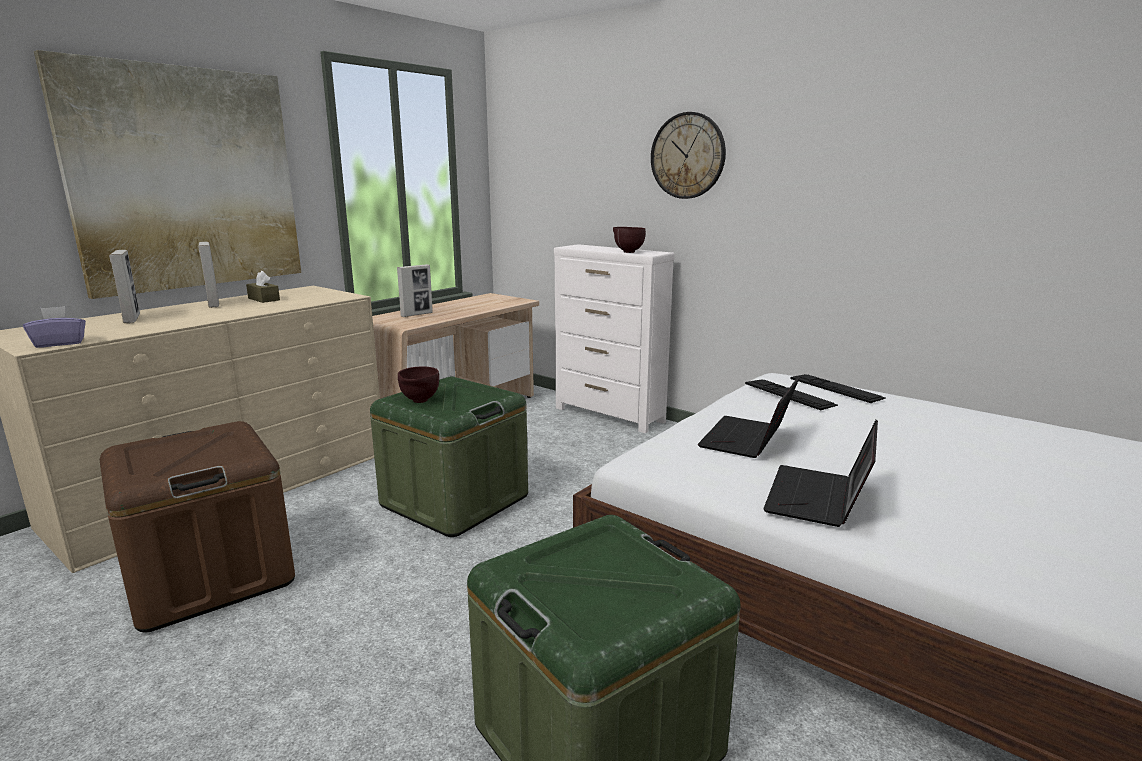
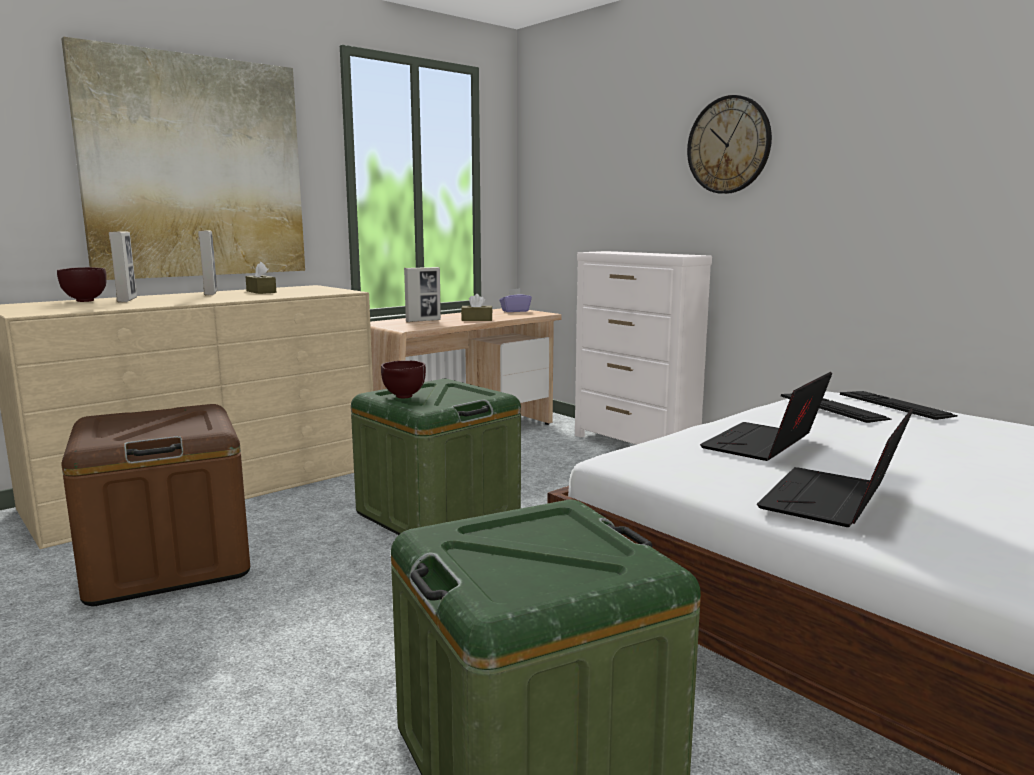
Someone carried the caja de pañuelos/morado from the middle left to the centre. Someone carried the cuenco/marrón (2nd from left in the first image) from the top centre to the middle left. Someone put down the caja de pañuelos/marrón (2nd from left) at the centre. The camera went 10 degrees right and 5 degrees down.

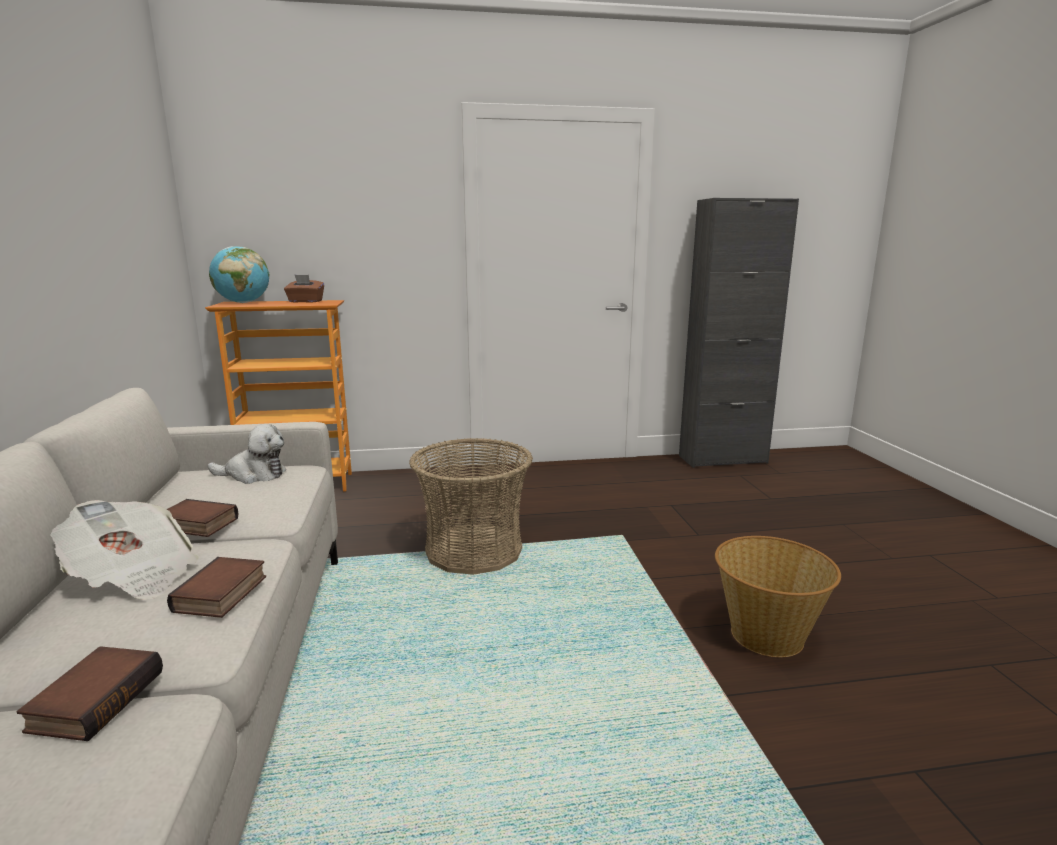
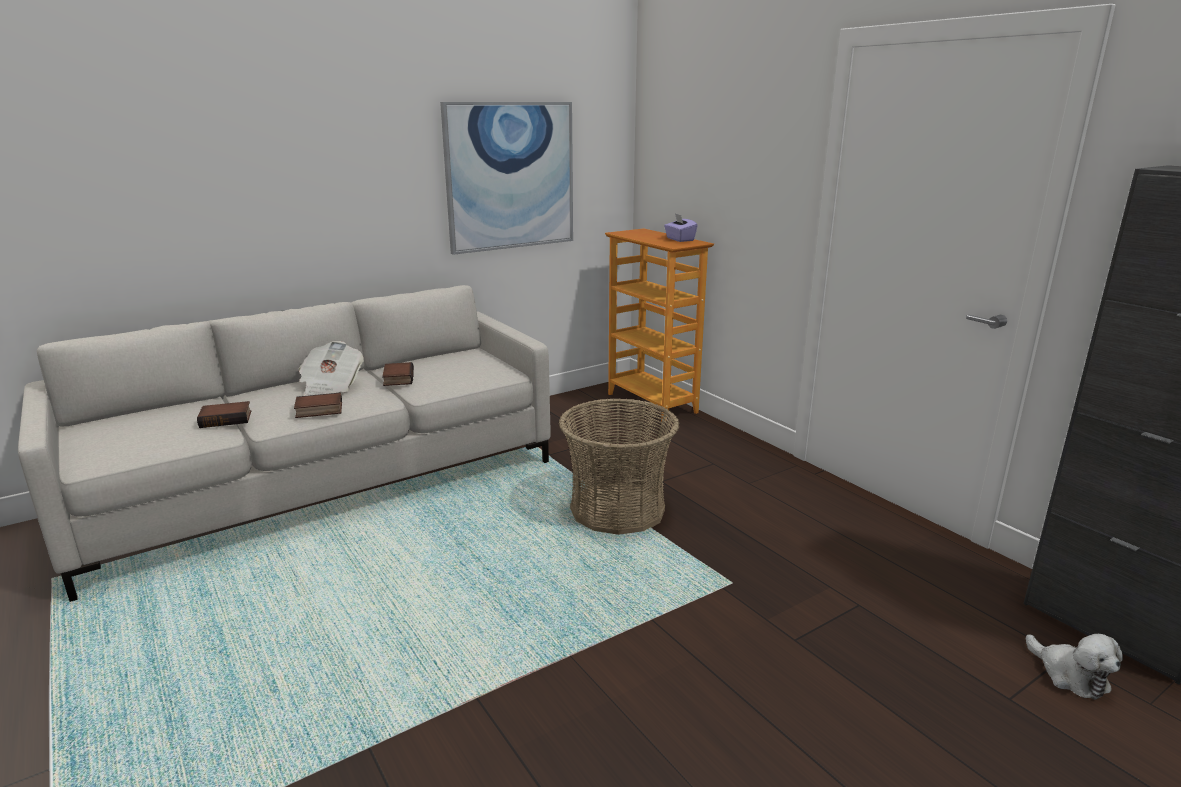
Someone carried the peluche from the middle left to the bottom right. Someone took away the globo terráqueo at the top left. Someone repainted the caja de pañuelos/marrón at the middle left, which became the caja de pañuelos/morado at the top centre. Someone took away the cesta (2nd from left) at the bottom right. Someone put up the cuadro at the top centre. The camera went 65 degrees right and 5 degrees up.

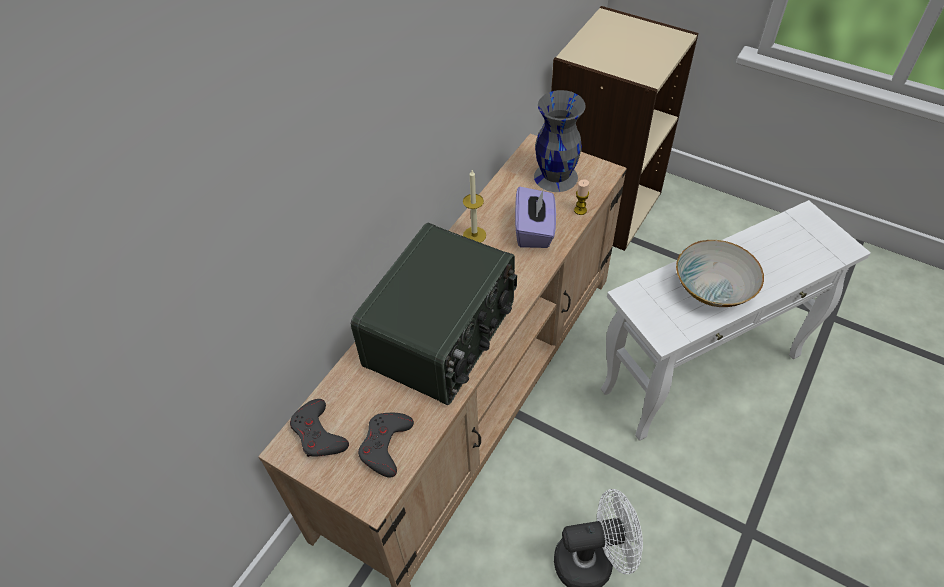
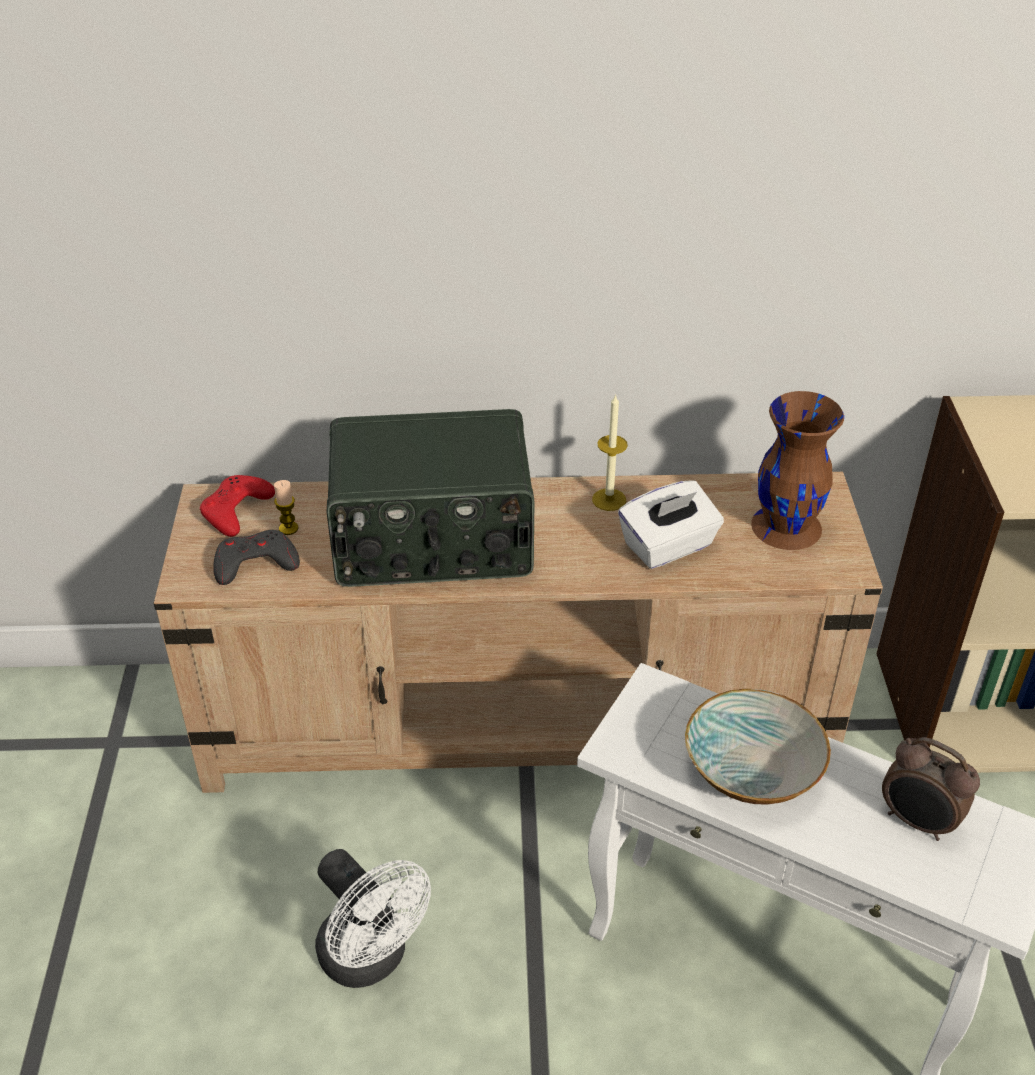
Someone repainted the mando de consola/gris (1st from left) at the bottom centre, which became the mando de consola/rojo at the middle left. Someone repainted the caja de pañuelos/morado at the centre, which became the caja de pañuelos/blanco at the centre. Someone repainted the florero/gris at the top centre, which became the florero/marrón at the middle right. Someone carried the vela (2nd from left in the first image) from the centre to the middle left. Someone put down the despertador at the bottom right. The camera went 55 degrees right and 10 degrees down.

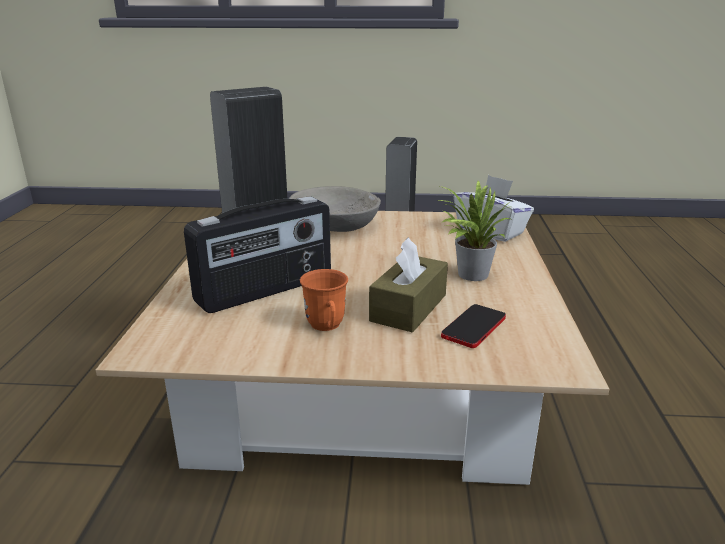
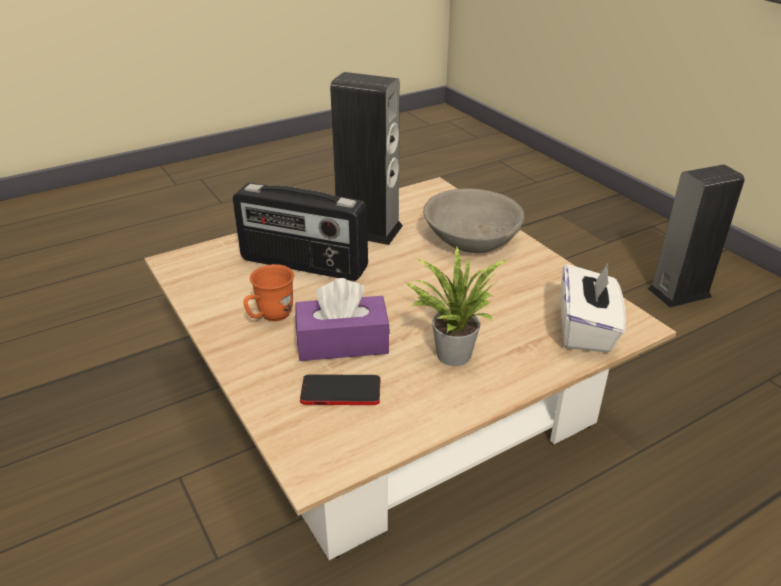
Someone repainted the caja de pañuelos/marrón at the centre, which became the caja de pañuelos/morado at the centre. The camera went 55 degrees right and 10 degrees up.

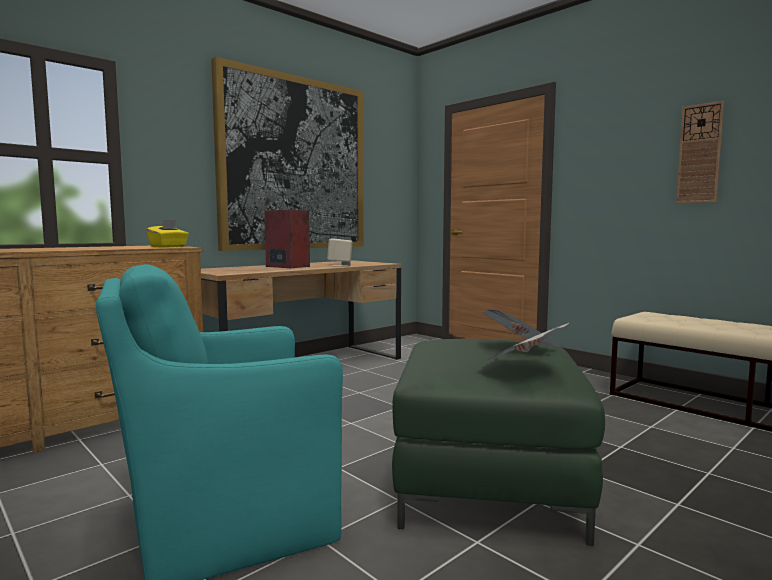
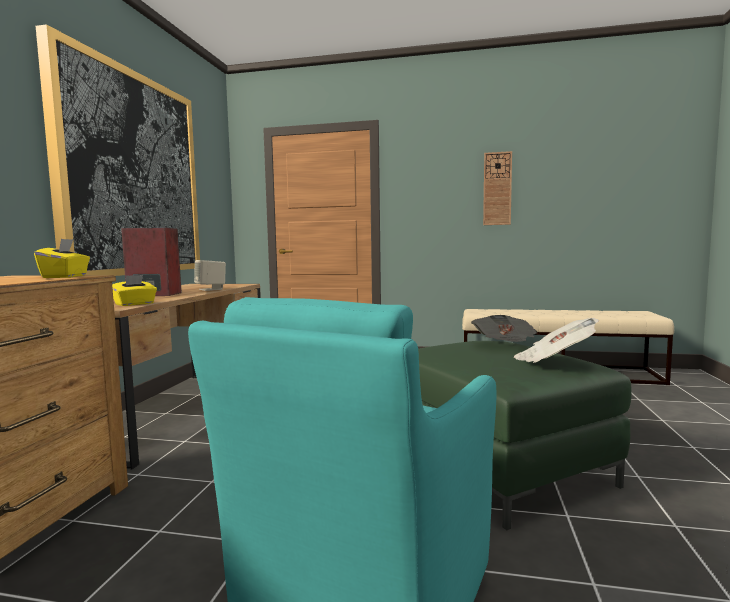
Someone put down the caja de pañuelos/amarillo (2nd from left) at the middle left. The camera went 35 degrees left and 0 degrees up.

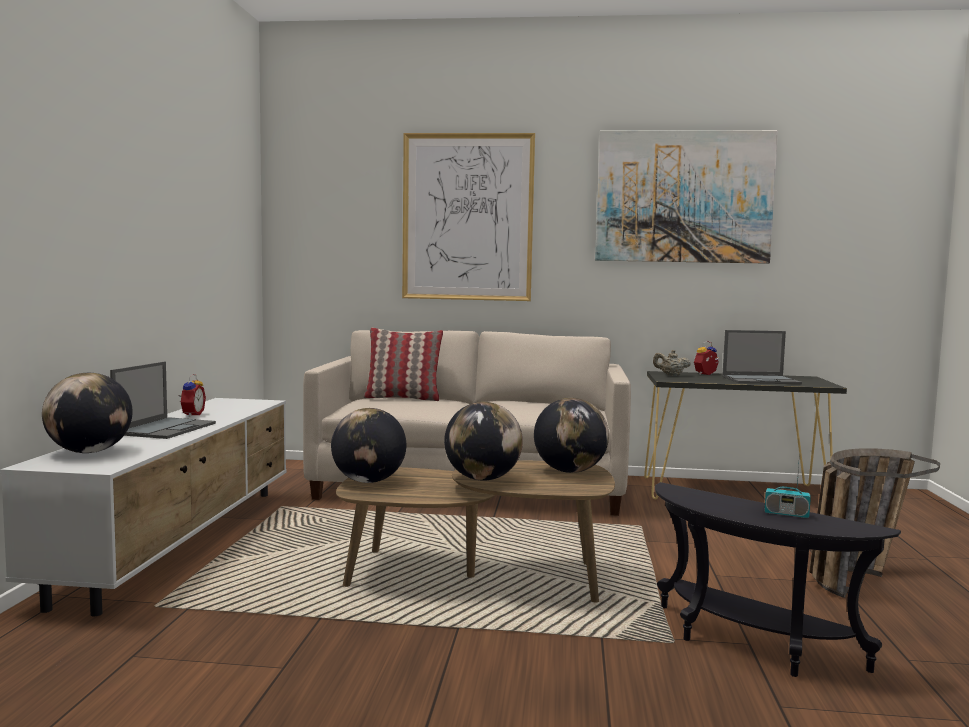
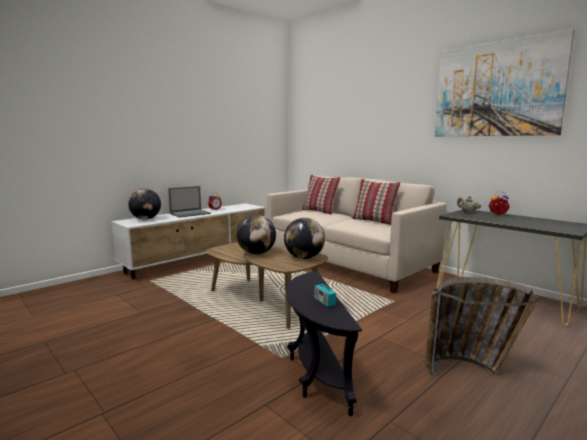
Someone took away the globo terráqueo (2nd from left) at the centre. Someone took away the cuadro (1st from left) at the top centre. Someone took away the portátil (2nd from left) at the middle right. Someone put down the cojín (2nd from left) at the centre. The camera went 40 degrees right and 5 degrees up.

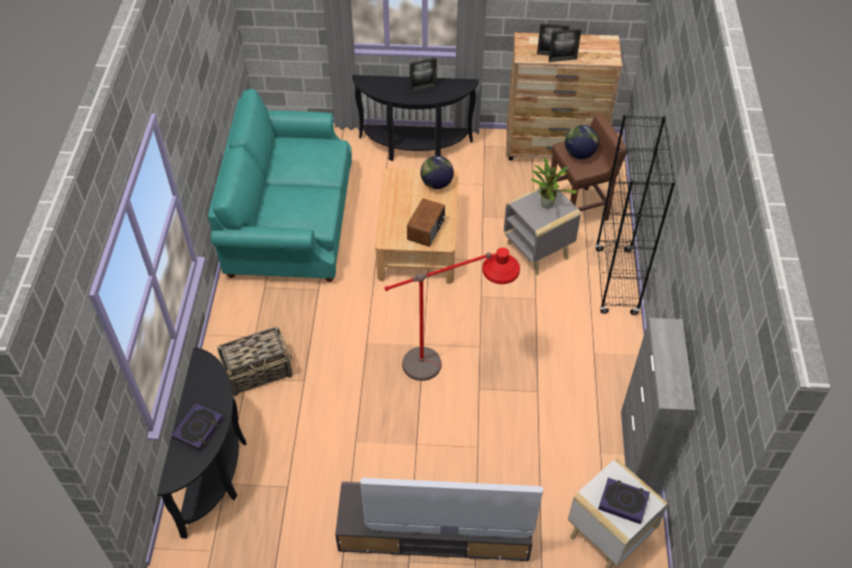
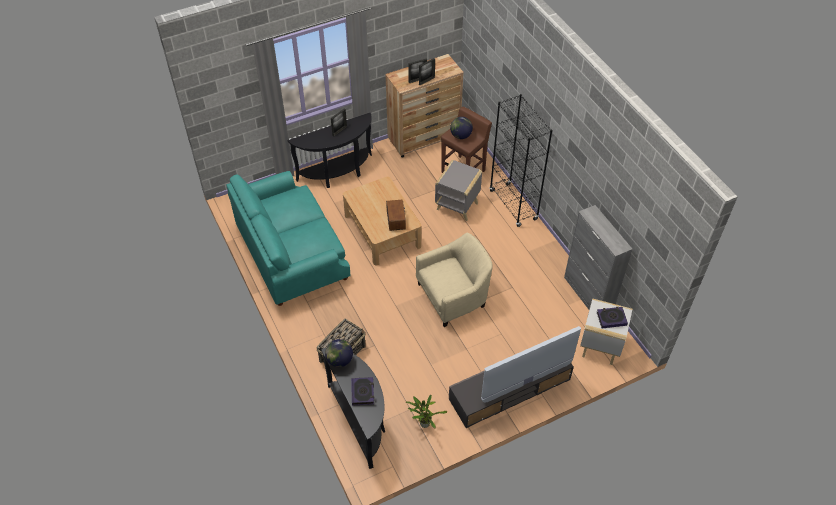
Someone swapped the lámpara de pie/rojo at the centre for the sillón/beis at the centre. Someone carried the globo terráqueo (1st from left) from the top centre to the bottom centre. Someone carried the planta en maceta from the top centre to the bottom centre. The camera went 30 degrees left and 0 degrees up.

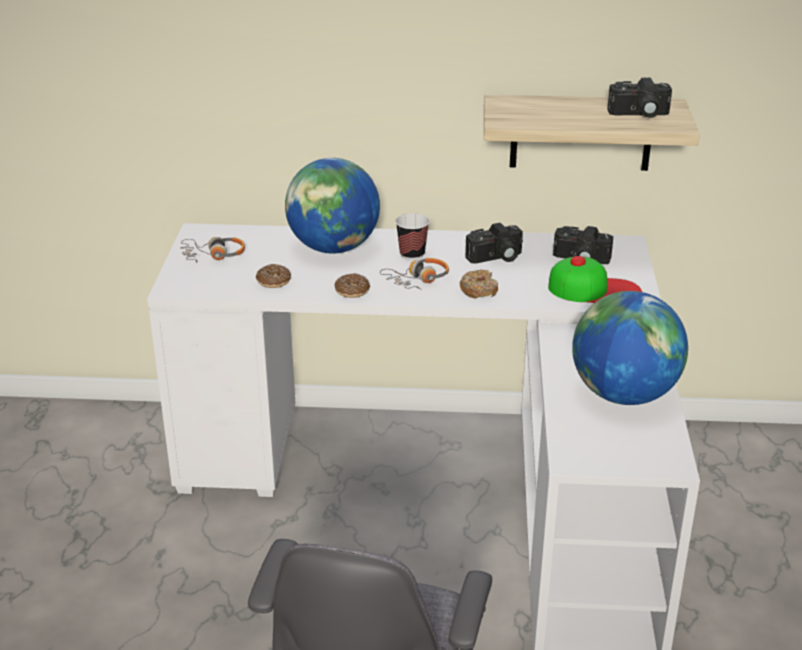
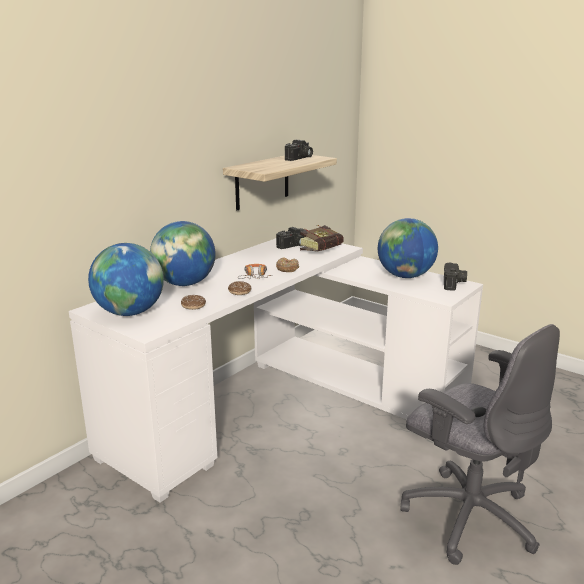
Someone swapped the auriculares (1st from left) at the middle left for the globo terráqueo (1st from left) at the middle left. Someone took away the taza at the centre. Someone carried the cámara (1st from left in the first image) from the centre to the middle right. Someone swapped the gorra at the middle right for the libro at the centre. The camera went 55 degrees left and 10 degrees down.

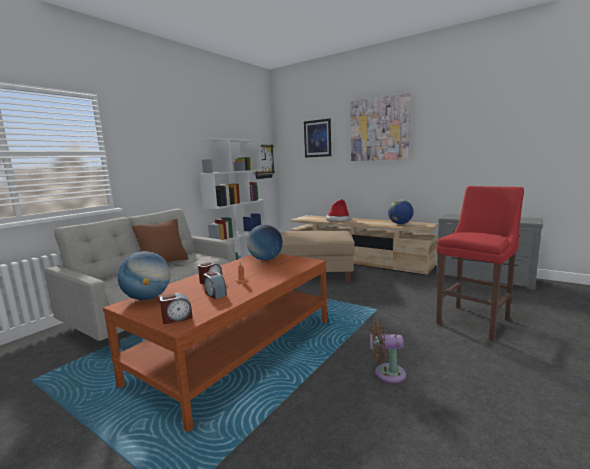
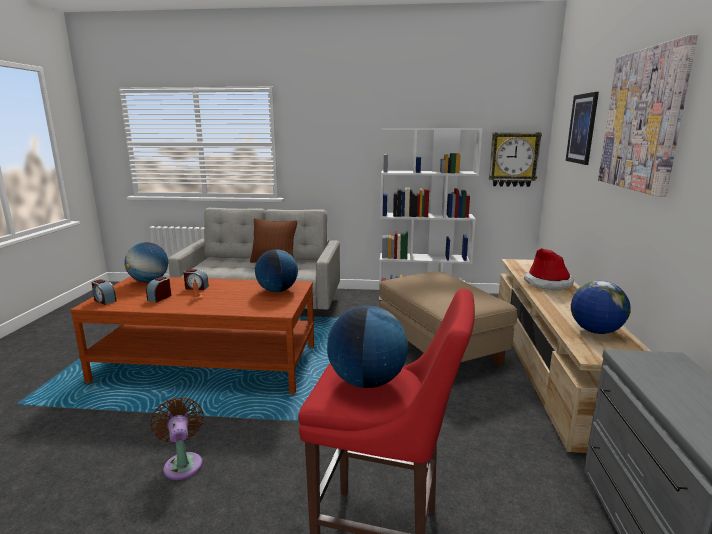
Someone put down the globo terráqueo (3rd from left) at the centre. The camera went 60 degrees right and 5 degrees up.

